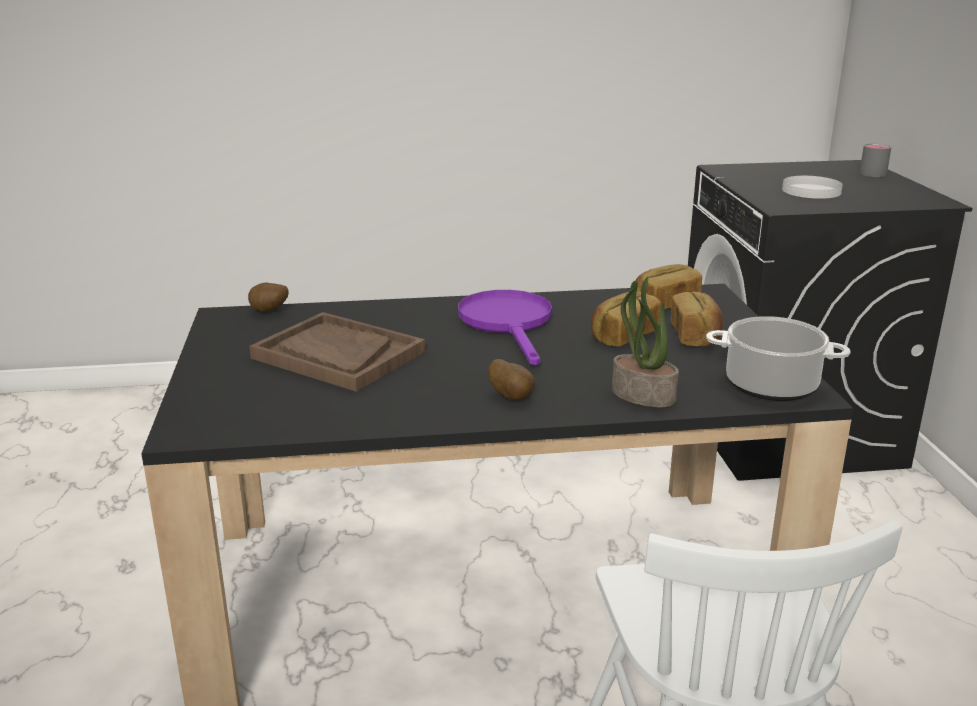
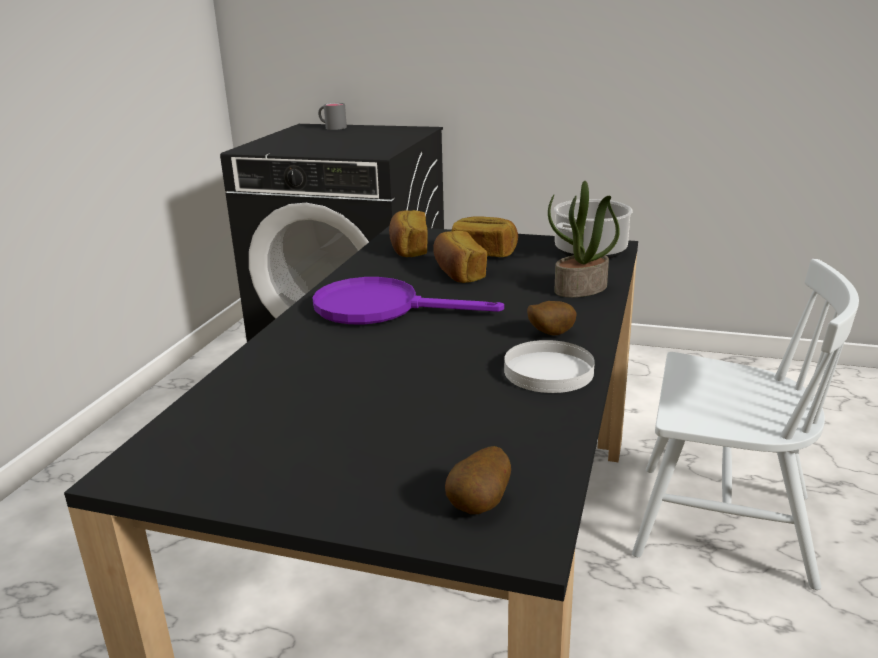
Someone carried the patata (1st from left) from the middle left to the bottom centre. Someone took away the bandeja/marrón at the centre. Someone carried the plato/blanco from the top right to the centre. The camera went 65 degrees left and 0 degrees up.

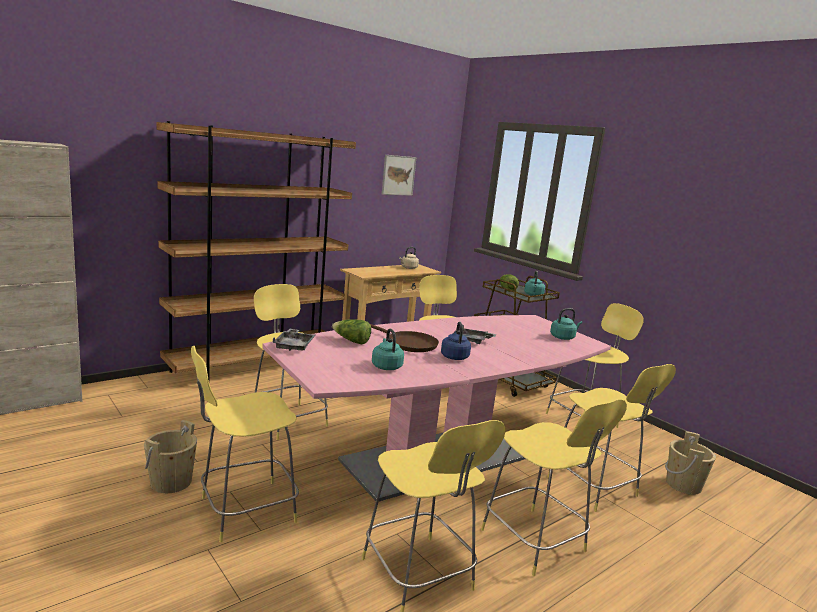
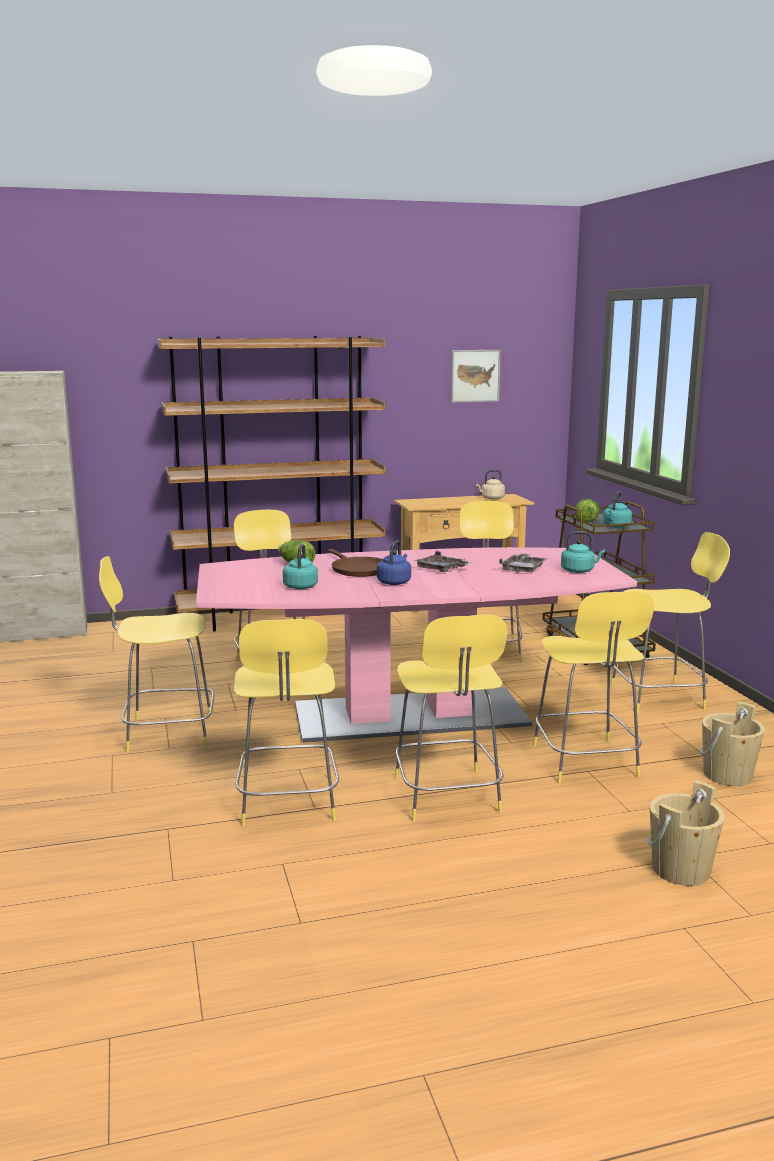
Someone carried the cubo/beis (1st from left) from the bottom left to the bottom right. Someone carried the bandeja/gris (1st from left in the first image) from the centre to the middle right. The camera went 25 degrees right and 0 degrees up.

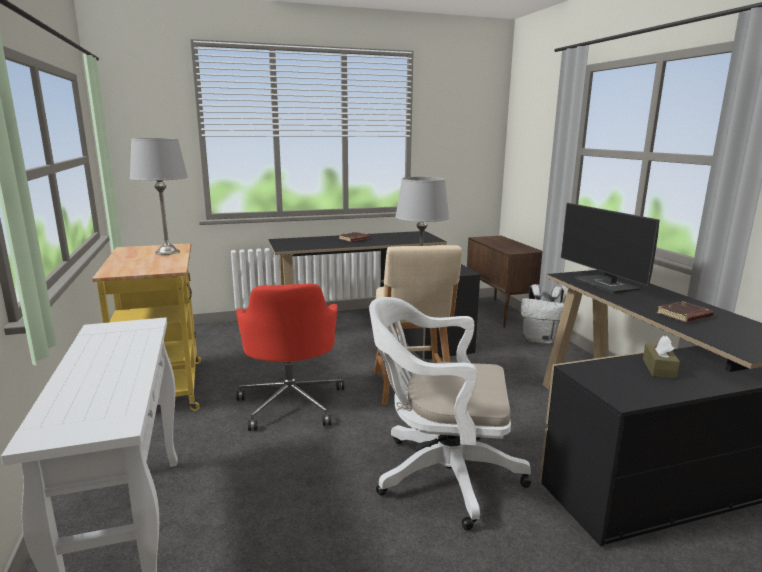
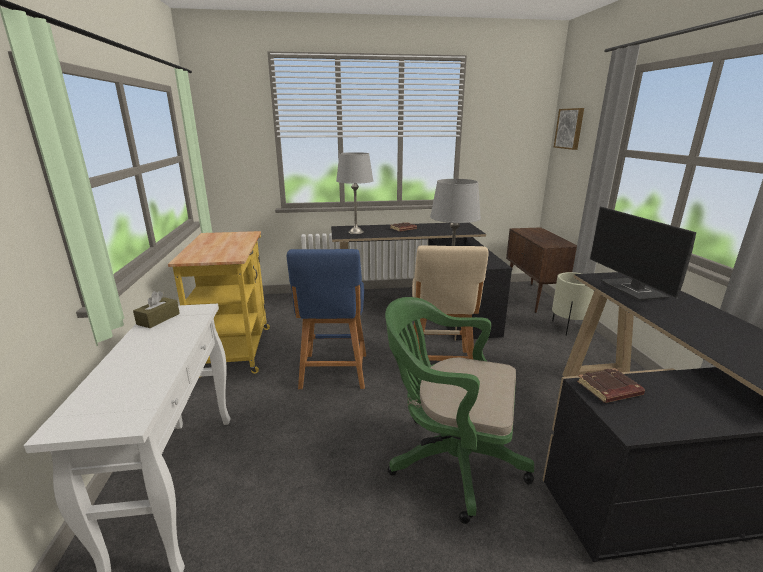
Someone carried the lámpara de mesa/gris (1st from left) from the middle left to the centre. Someone swapped the silla de oficina/rojo at the centre for the taburete/azul at the centre. Someone repainted the silla de oficina/blanco at the bottom centre, which became the silla de oficina/verde at the bottom centre. Someone swapped the mochila/blanco at the middle right for the maceta/beis at the middle right. Someone carried the caja de pañuelos/marrón from the middle right to the middle left. Someone carried the libro/marrón (2nd from left) from the middle right to the bottom right. Someone put up the cuadro at the top right. The camera went 10 degrees right and 5 degrees up.

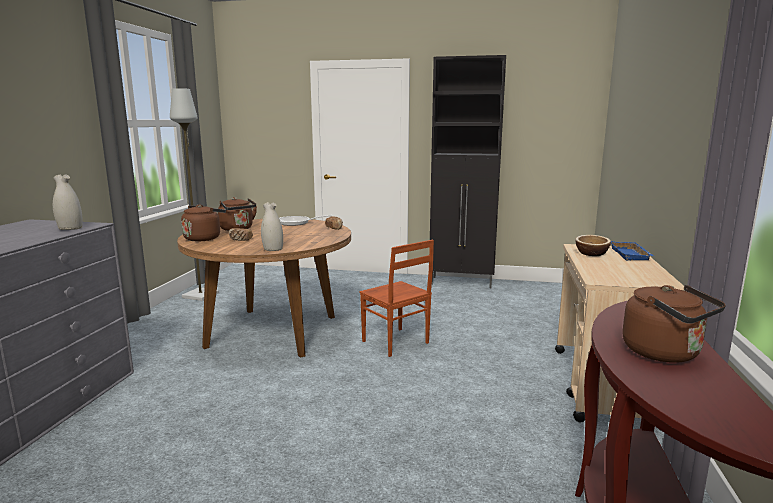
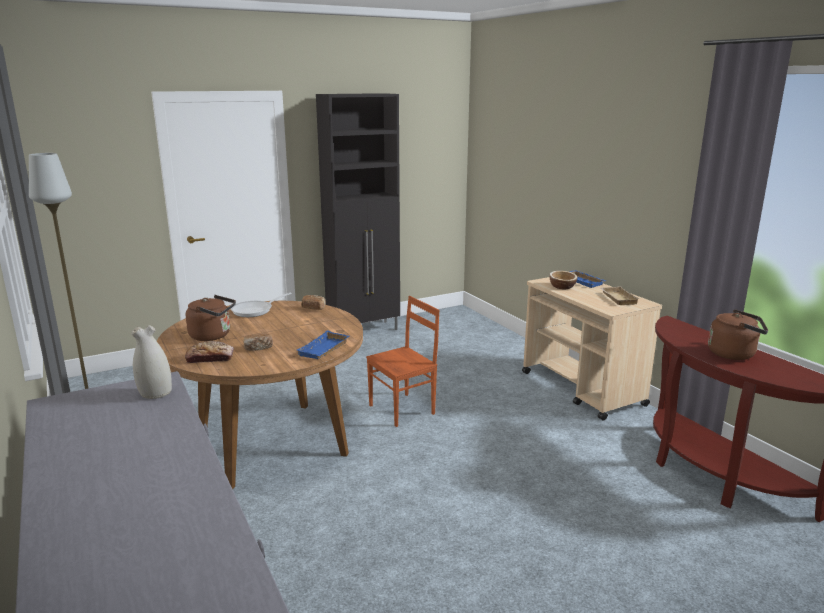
Someone swapped the hervidor/marrón (1st from left) at the middle left for the pan (1st from left) at the middle left. Someone swapped the florero/blanco (2nd from left) at the centre for the bandeja/azul (1st from left) at the centre. Someone rotated the silla/marrón at the centre by 45 degrees counterclockwise. Someone put down the bandeja/beis at the middle right. The camera went 40 degrees left and 5 degrees up.

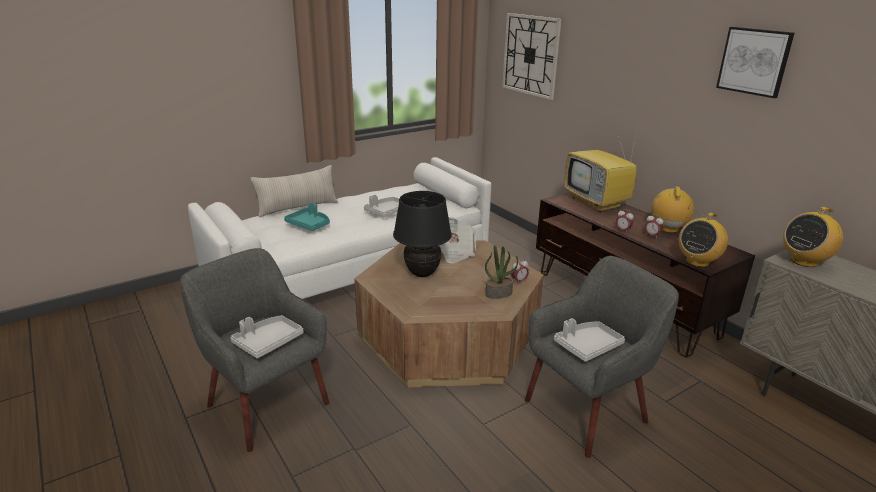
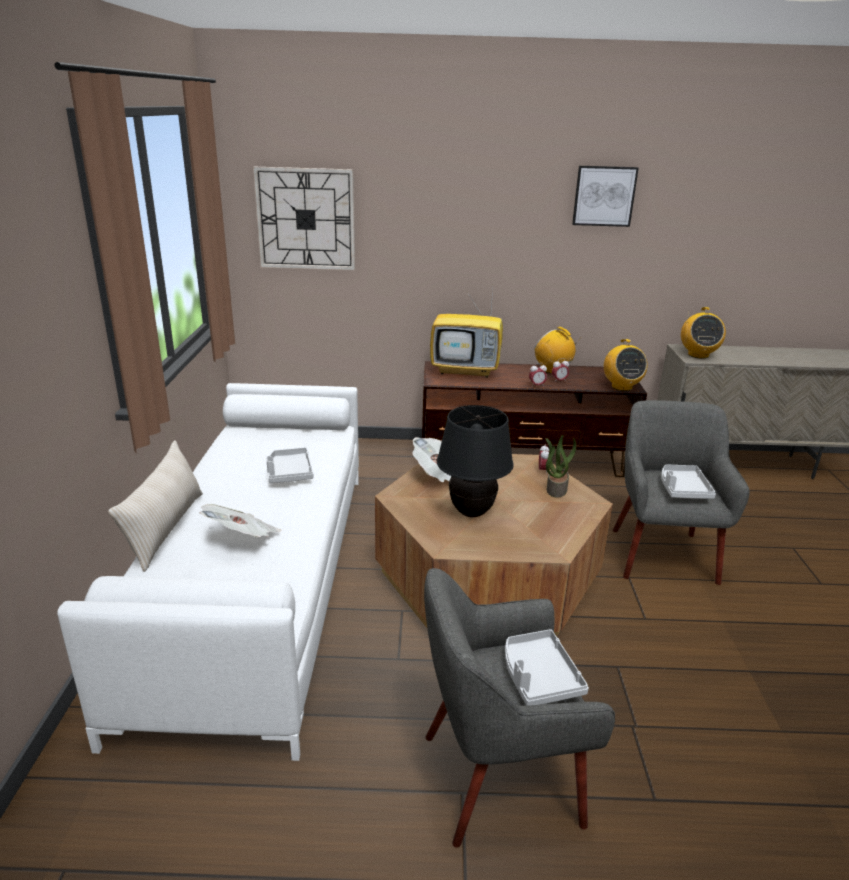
Someone swapped the bandeja/turquesa at the centre for the periódico (1st from left) at the middle left. The camera went 55 degrees left and 0 degrees up.

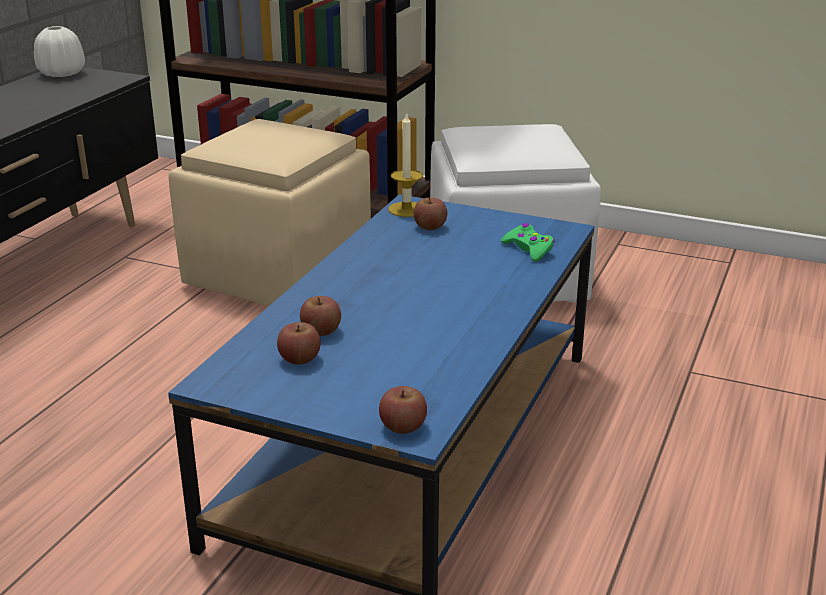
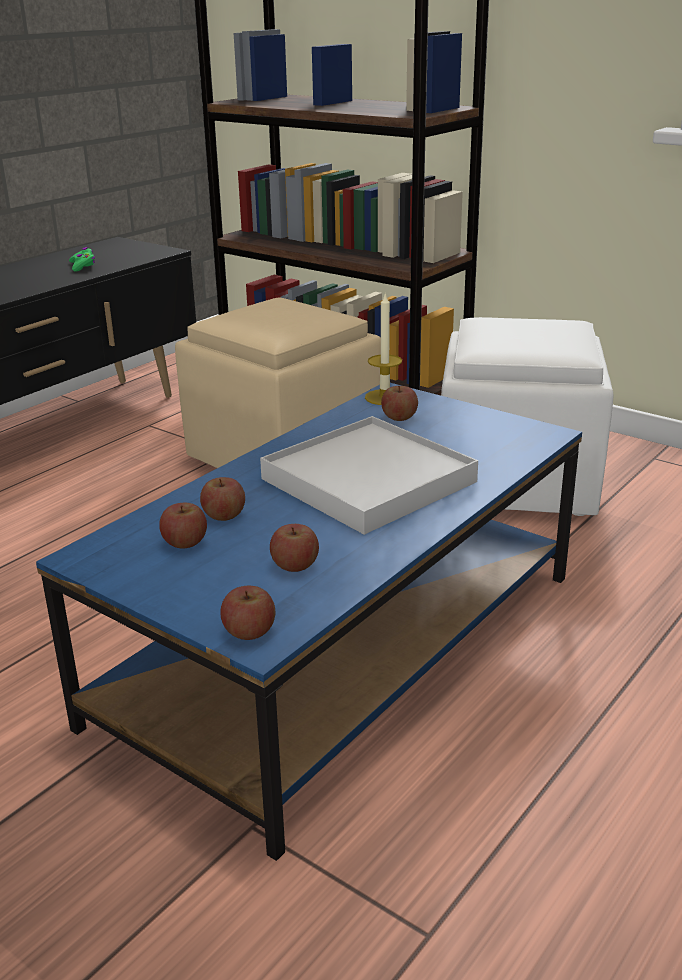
Someone took away the florero/blanco at the top left. Someone carried the mando de consola/verde from the centre to the top left. Someone put down the bandeja/blanco at the centre. Someone put down the manzana (4th from left) at the centre. The camera went 15 degrees right and 0 degrees up.

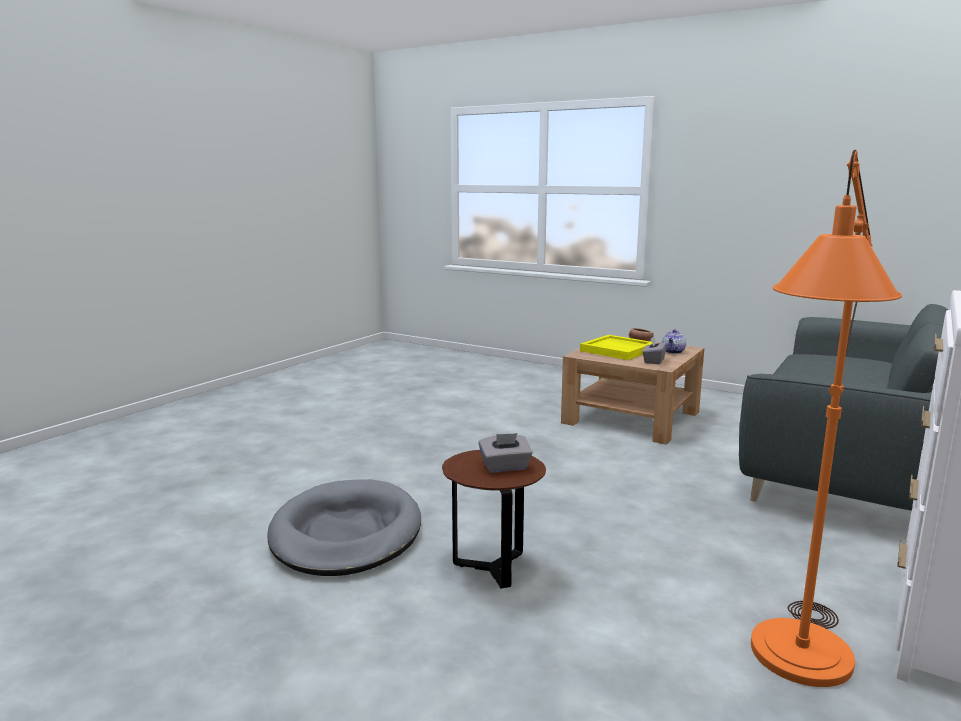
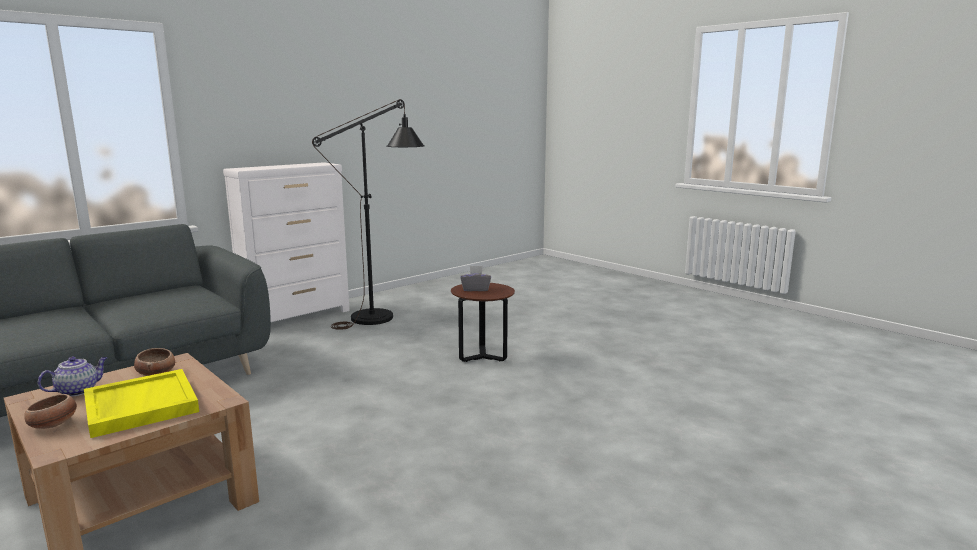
Someone took away the cama para perro/gris at the bottom centre. Someone swapped the caja de pañuelos/gris (2nd from left) at the middle right for the cuenco (2nd from left) at the middle left. Someone repainted the lámpara de pie/naranja at the middle right, which became the lámpara de pie/negro at the centre. The camera went 165 degrees left and 0 degrees up.

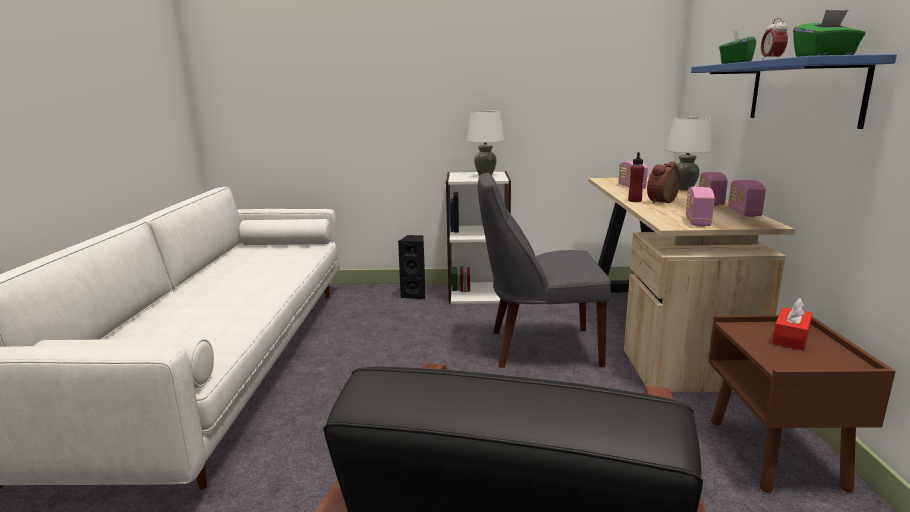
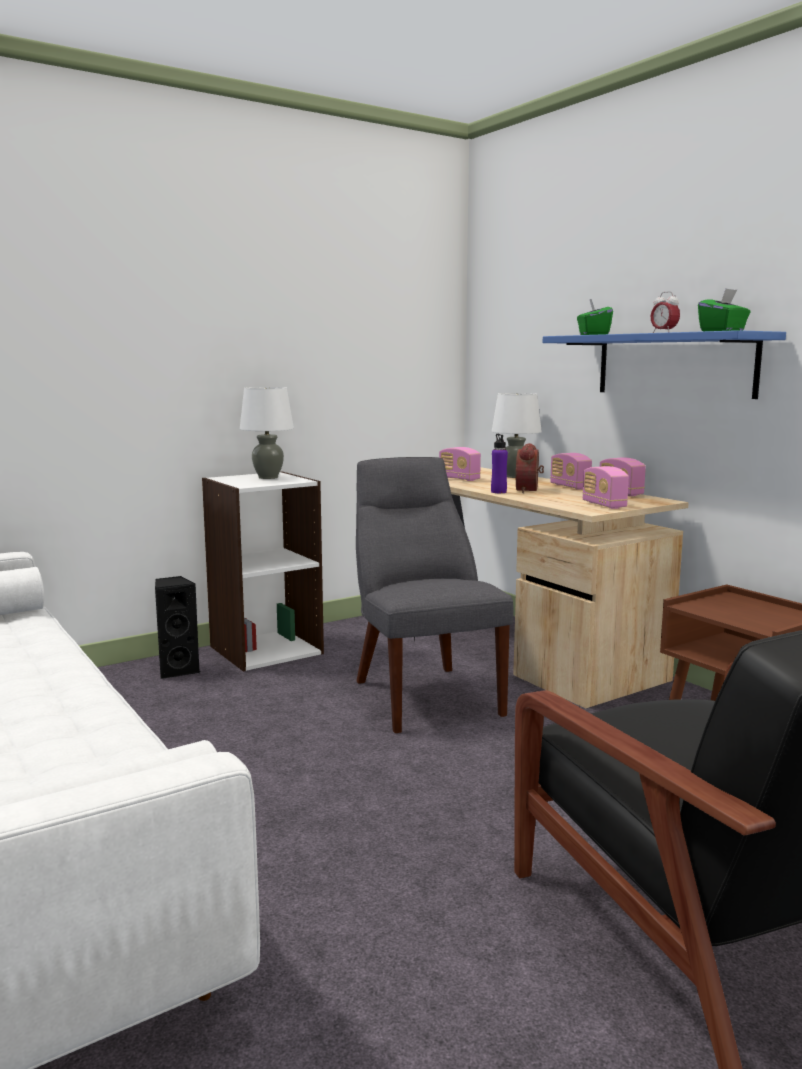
Someone rotated the silla/gris at the centre by 105 degrees clockwise. Someone repainted the botella/rojo at the middle right, which became the botella/morado at the centre. Someone took away the caja de pañuelos/rojo at the middle right. The camera went 35 degrees left and 5 degrees down.

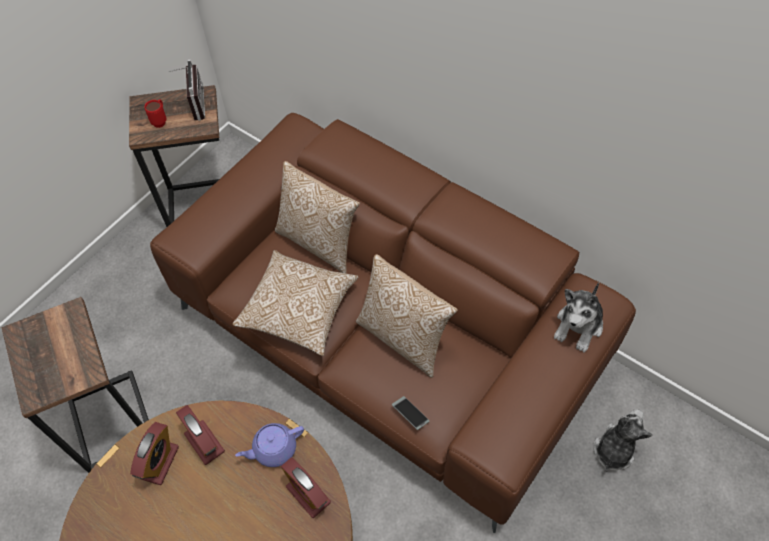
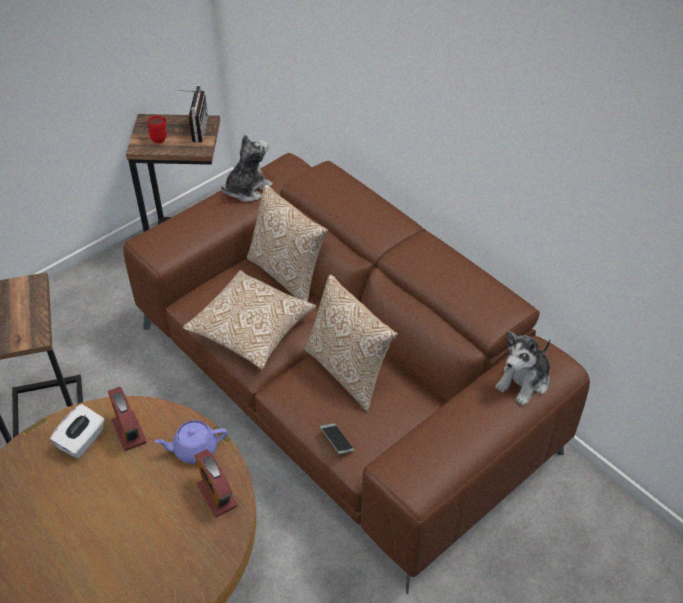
Someone swapped the despertador (1st from left) at the bottom left for the caja de pañuelos/blanco at the bottom left. Someone carried the peluche (2nd from left in the first image) from the bottom right to the top centre. The camera went 10 degrees right and 10 degrees down.

